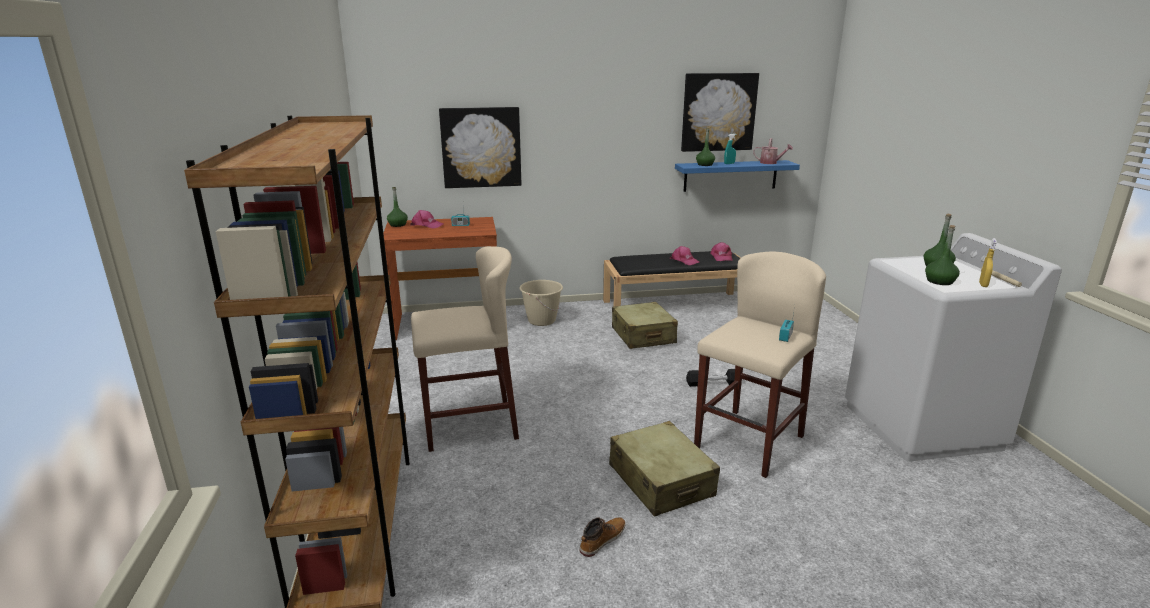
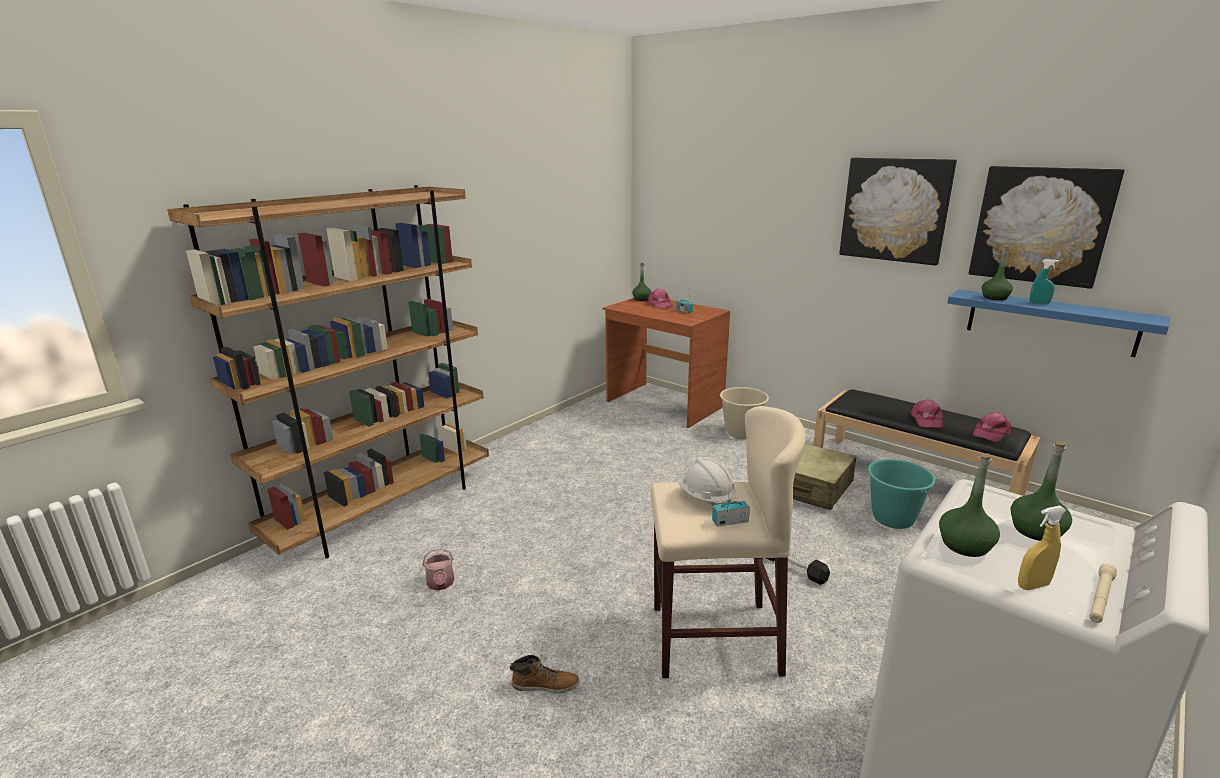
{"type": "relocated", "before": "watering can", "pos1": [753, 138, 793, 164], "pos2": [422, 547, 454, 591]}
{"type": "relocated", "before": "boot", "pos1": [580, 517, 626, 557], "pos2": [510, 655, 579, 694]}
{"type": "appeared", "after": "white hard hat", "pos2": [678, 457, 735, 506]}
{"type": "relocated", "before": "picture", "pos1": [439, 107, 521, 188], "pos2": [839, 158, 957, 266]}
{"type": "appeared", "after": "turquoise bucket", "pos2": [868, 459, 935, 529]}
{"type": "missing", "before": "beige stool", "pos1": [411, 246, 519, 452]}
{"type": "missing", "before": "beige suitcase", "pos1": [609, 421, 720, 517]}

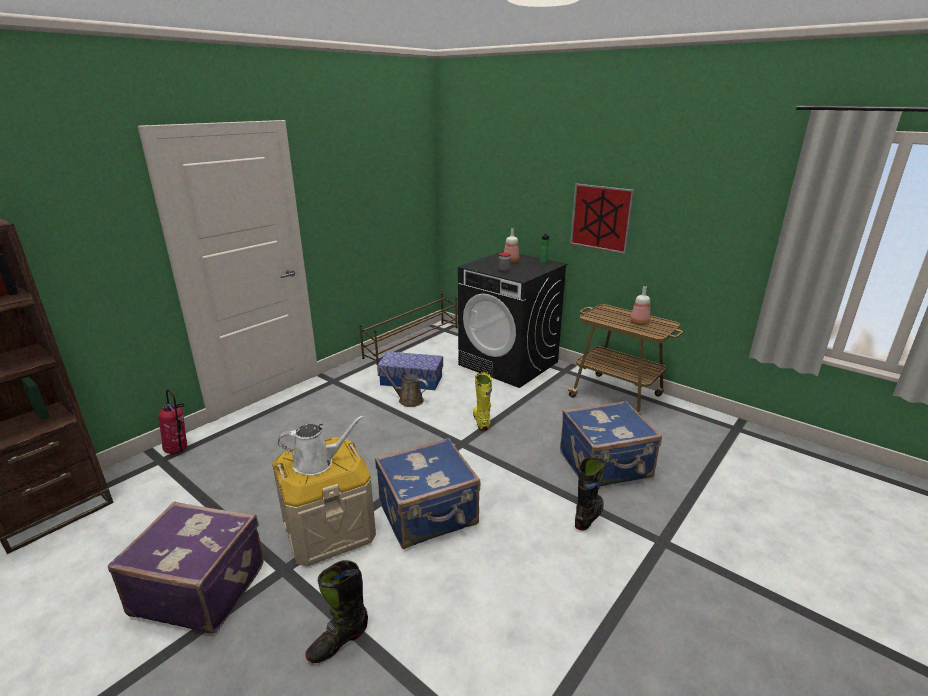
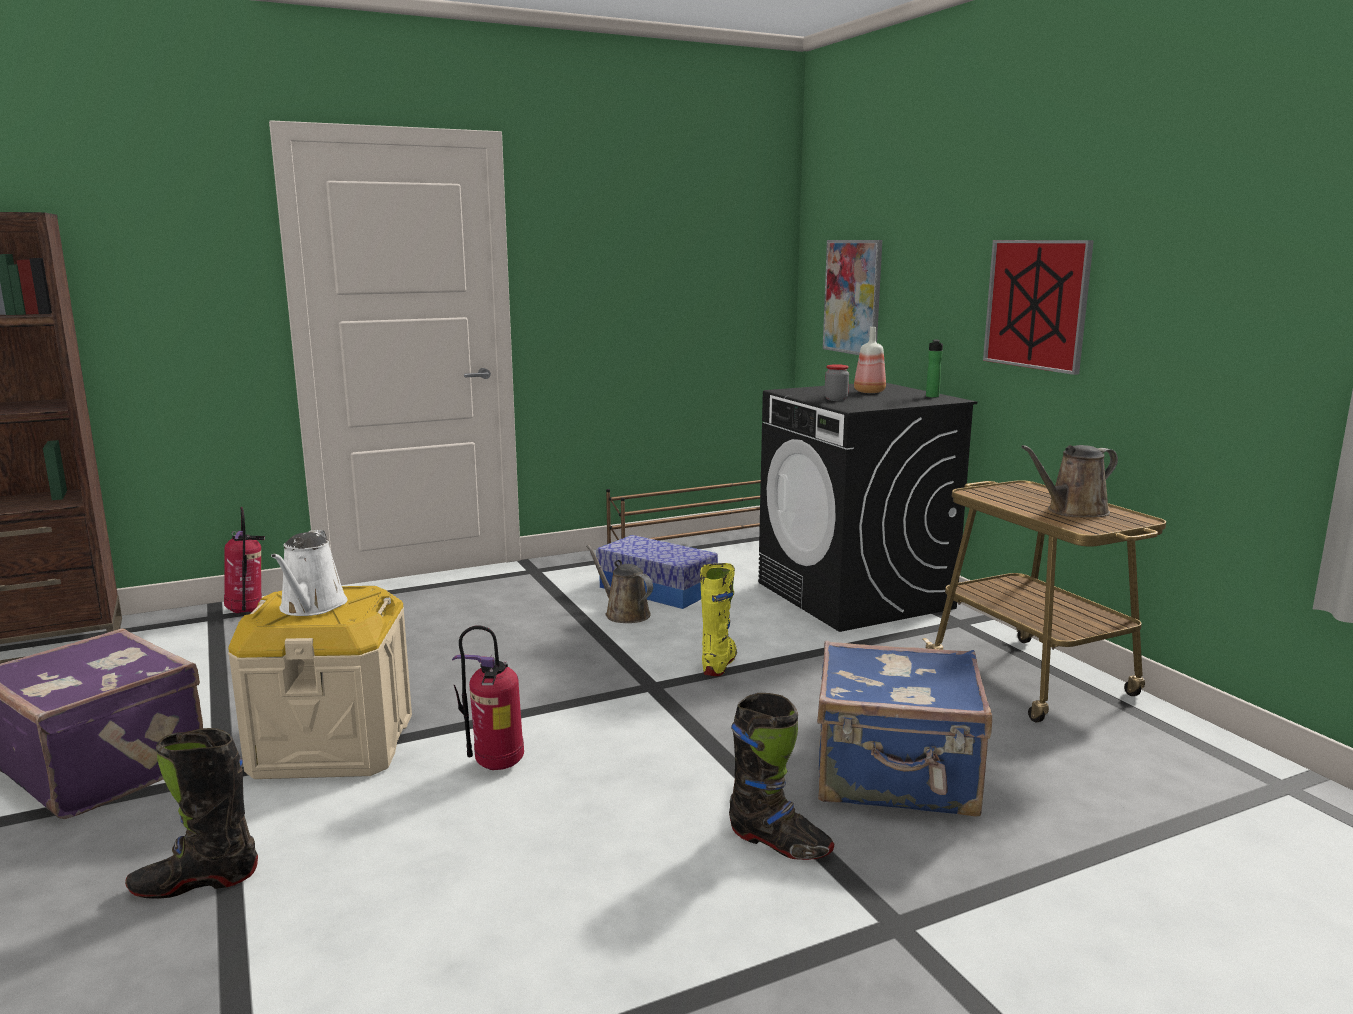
{"type": "spun", "before": "white watering can", "pos1": [278, 415, 364, 475], "pos2": [271, 529, 347, 616], "turn": 75}
{"type": "exchanged", "before": "blue suitcase", "after": "fire extinguisher", "pos1": [375, 438, 480, 549], "pos2": [452, 625, 524, 770]}
{"type": "spun", "before": "black boot", "pos1": [575, 458, 606, 531], "pos2": [729, 693, 834, 860], "turn": 60}
{"type": "appeared", "after": "picture", "pos2": [823, 240, 882, 355]}
{"type": "exchanged", "before": "bottle", "after": "brown watering can", "pos1": [631, 286, 650, 325], "pos2": [1021, 445, 1118, 517]}

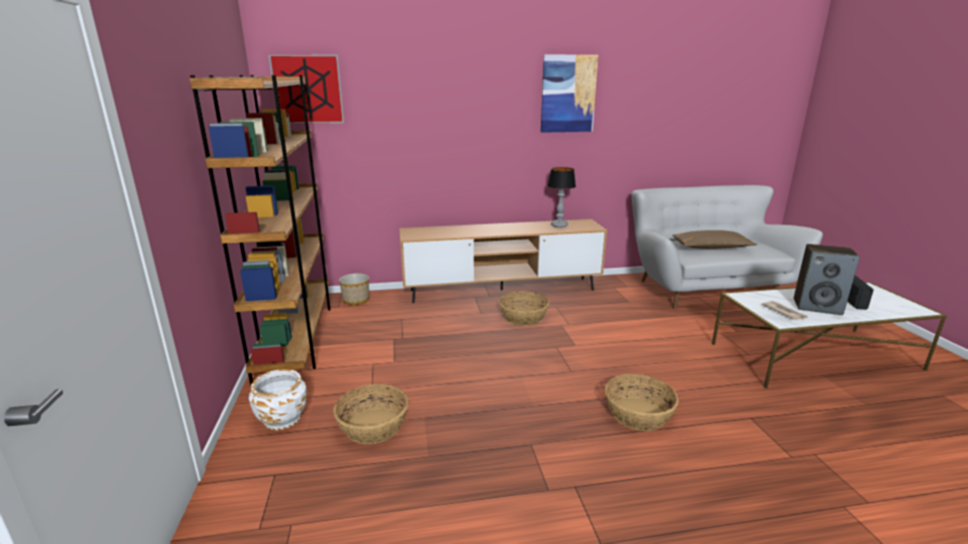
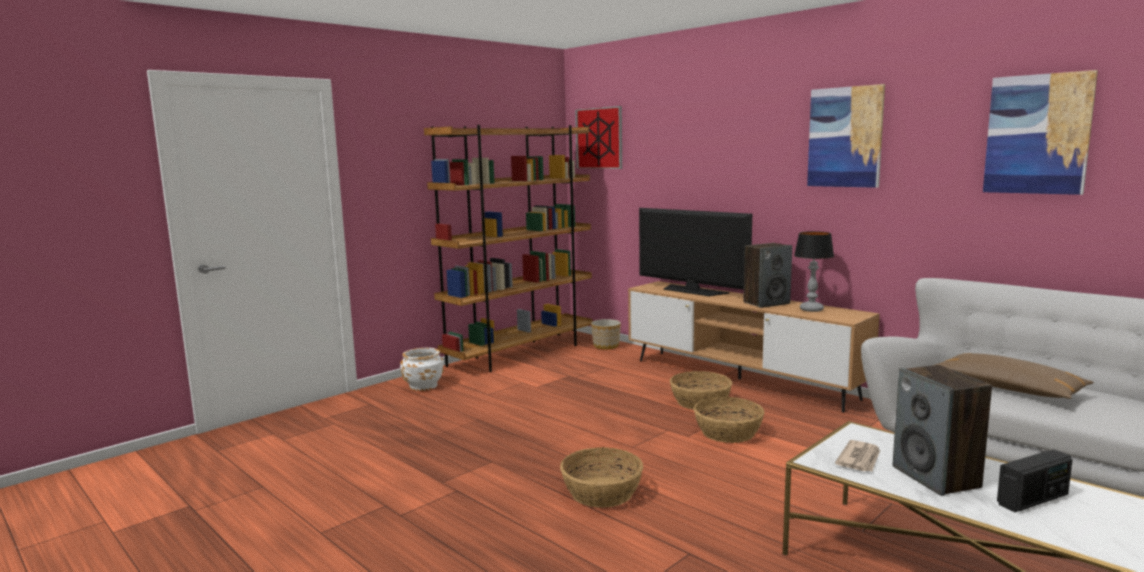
{"type": "appeared", "after": "television", "pos2": [639, 208, 752, 296]}
{"type": "relocated", "before": "basket", "pos1": [333, 384, 409, 444], "pos2": [694, 397, 764, 443]}
{"type": "appeared", "after": "speaker", "pos2": [743, 243, 792, 308]}
{"type": "appeared", "after": "picture", "pos2": [983, 70, 1098, 195]}

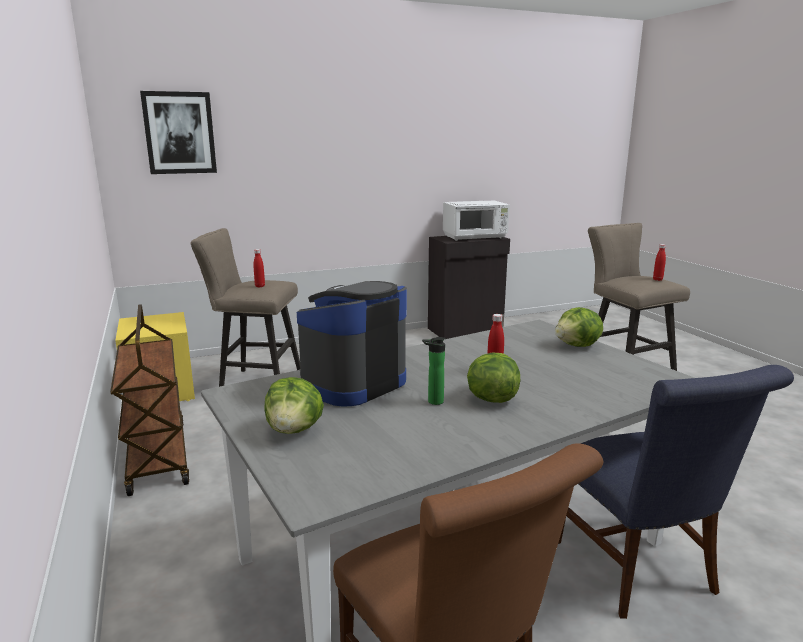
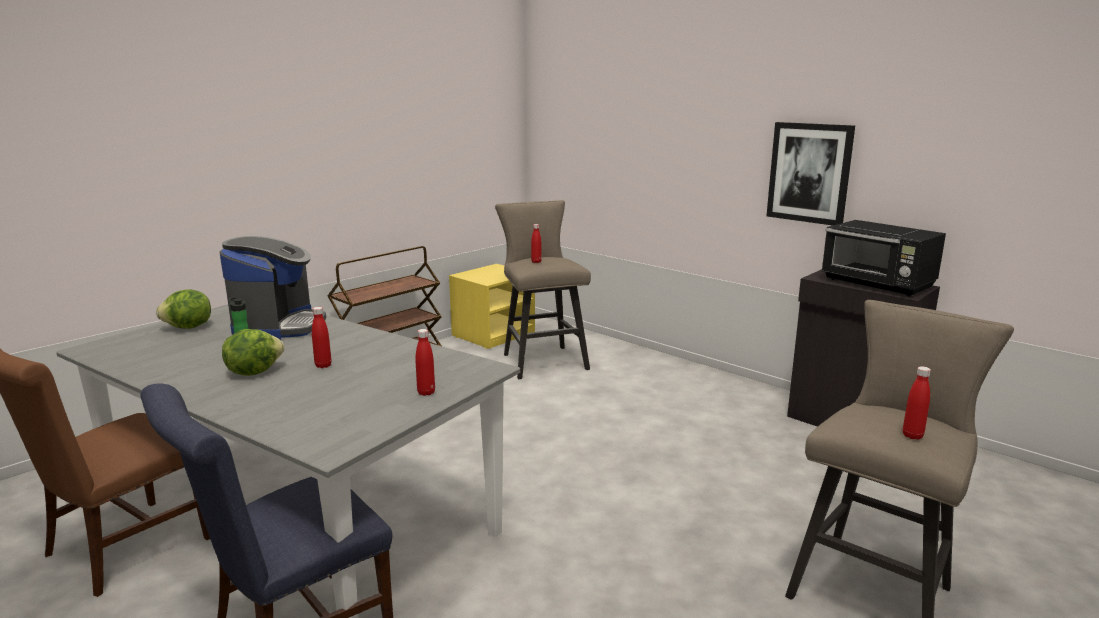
{"type": "spun", "before": "coffee machine", "pos1": [297, 281, 407, 407], "pos2": [220, 236, 326, 340], "turn": 75}
{"type": "exchanged", "before": "lettuce", "after": "red bottle", "pos1": [555, 307, 603, 347], "pos2": [415, 329, 435, 396]}
{"type": "relocated", "before": "picture", "pos1": [140, 91, 217, 174], "pos2": [766, 122, 855, 226]}
{"type": "colour", "before": "white microwave", "after": "black microwave", "pos1": [443, 201, 510, 241], "pos2": [822, 220, 946, 296]}

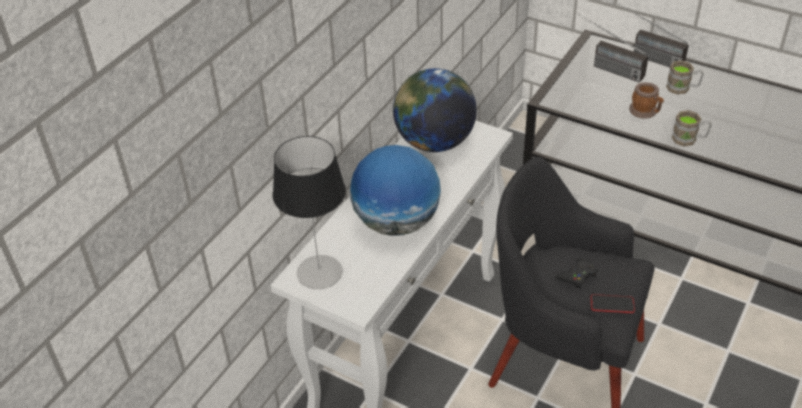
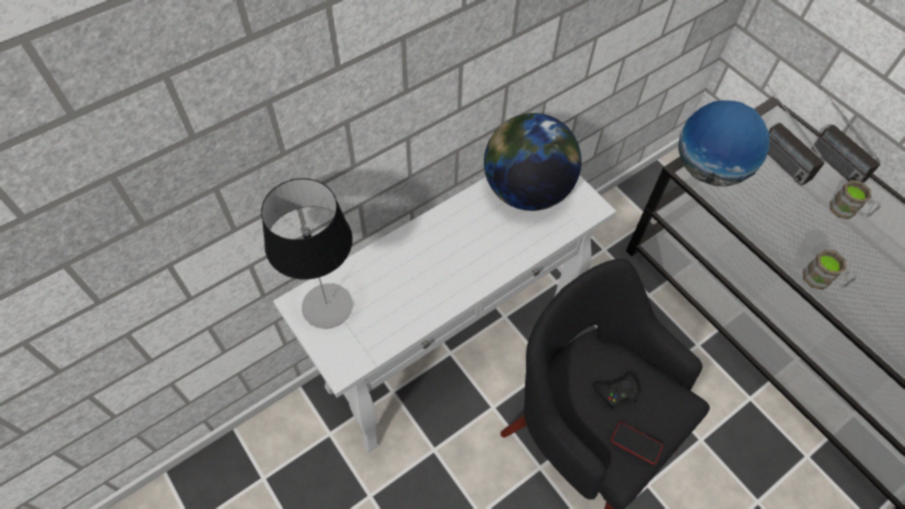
{"type": "relocated", "before": "globe", "pos1": [350, 145, 441, 236], "pos2": [678, 100, 770, 186]}
{"type": "missing", "before": "mug", "pos1": [629, 82, 664, 119]}

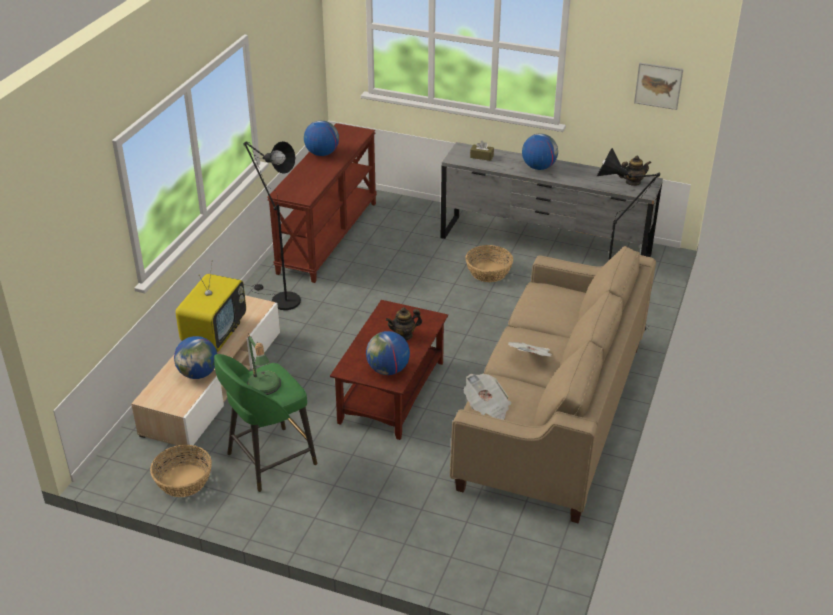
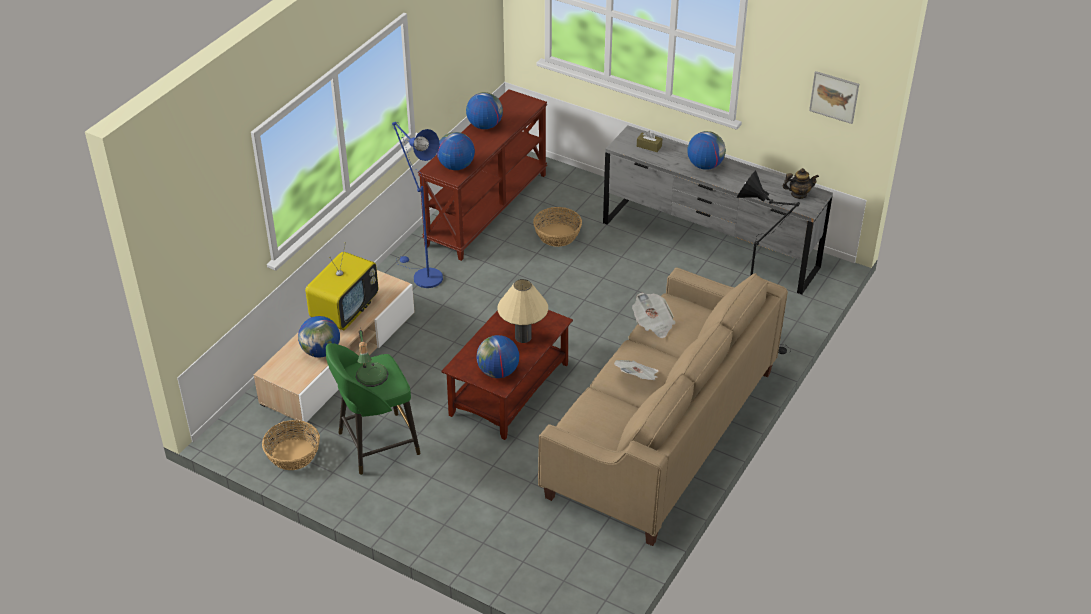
{"type": "colour", "before": "black floor lamp", "after": "blue floor lamp", "pos1": [243, 141, 301, 310], "pos2": [392, 122, 443, 288]}
{"type": "appeared", "after": "globe", "pos2": [437, 132, 475, 170]}
{"type": "exchanged", "before": "teapot", "after": "beige table lamp", "pos1": [386, 307, 422, 341], "pos2": [498, 279, 548, 343]}
{"type": "relocated", "before": "basket", "pos1": [465, 245, 513, 282], "pos2": [533, 207, 582, 247]}
{"type": "relocated", "before": "newspaper", "pos1": [464, 374, 511, 420], "pos2": [632, 292, 676, 338]}

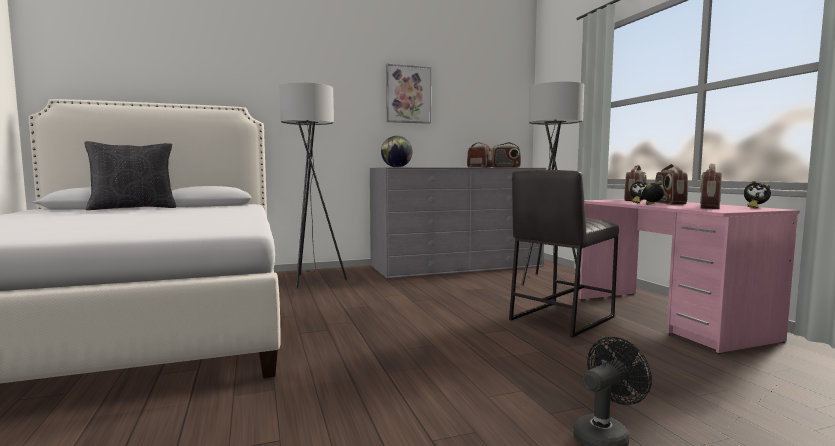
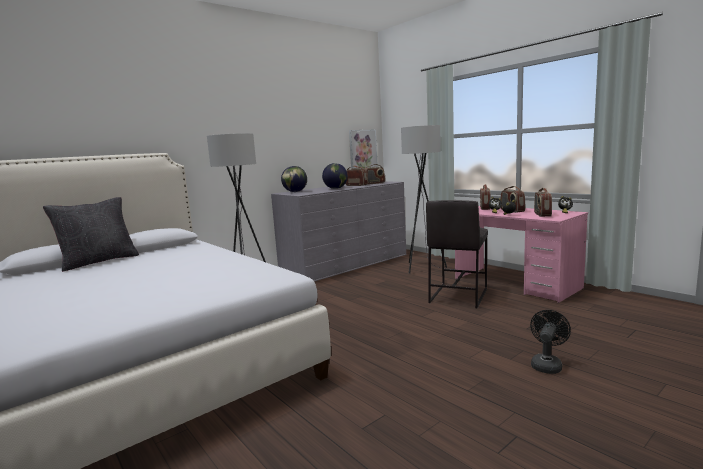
{"type": "appeared", "after": "globe", "pos2": [322, 163, 348, 189]}
{"type": "relocated", "before": "picture", "pos1": [386, 64, 431, 124], "pos2": [349, 130, 378, 169]}

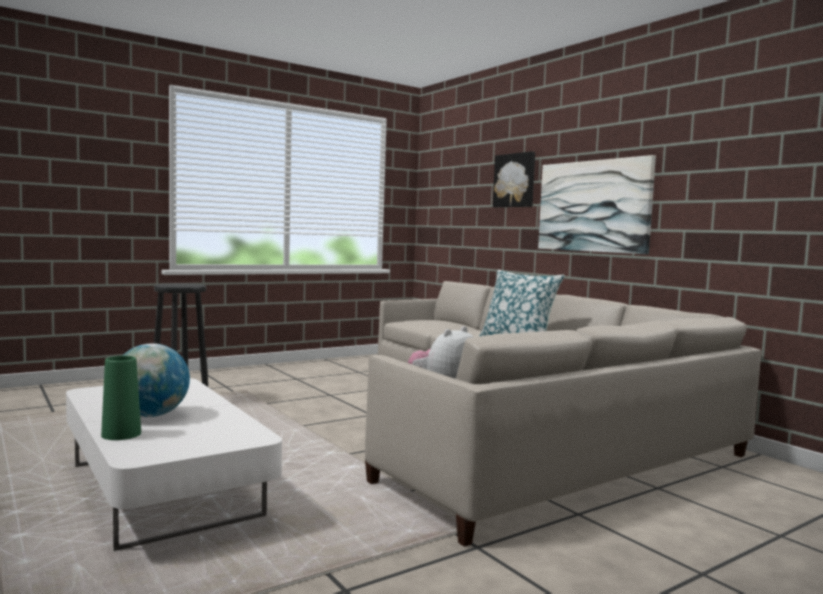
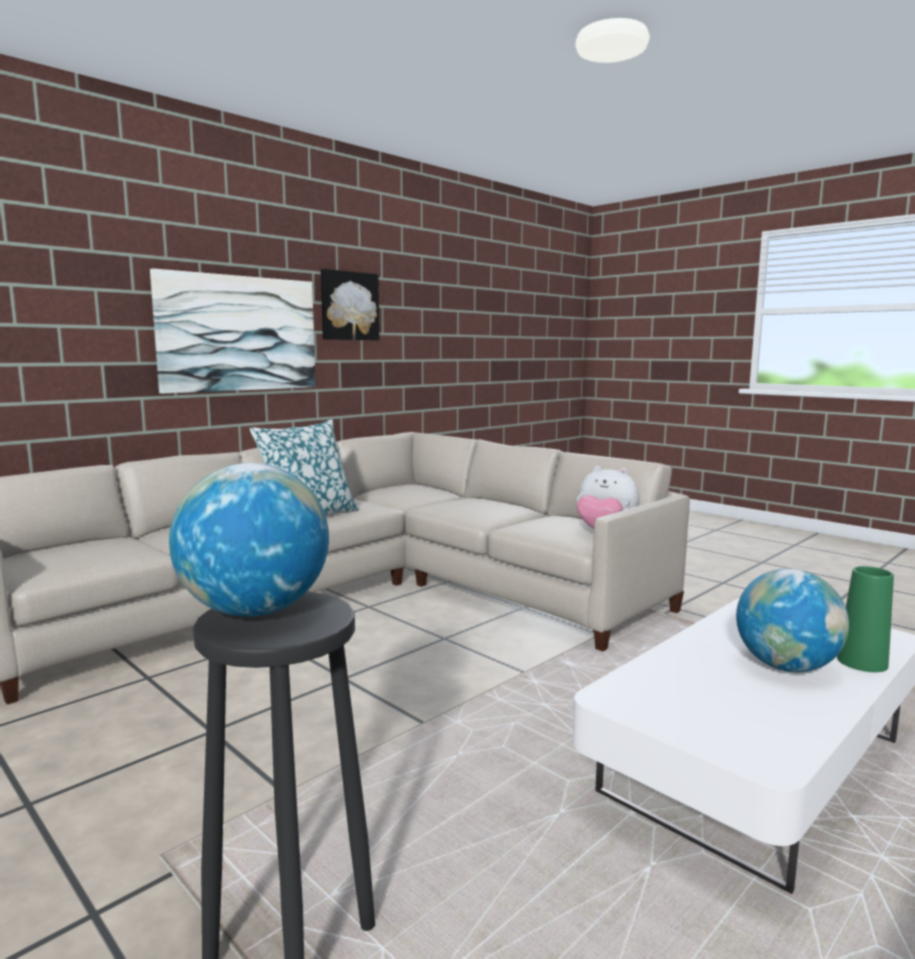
{"type": "appeared", "after": "globe", "pos2": [169, 463, 329, 617]}
{"type": "relocated", "before": "picture", "pos1": [493, 151, 535, 207], "pos2": [321, 269, 379, 340]}

